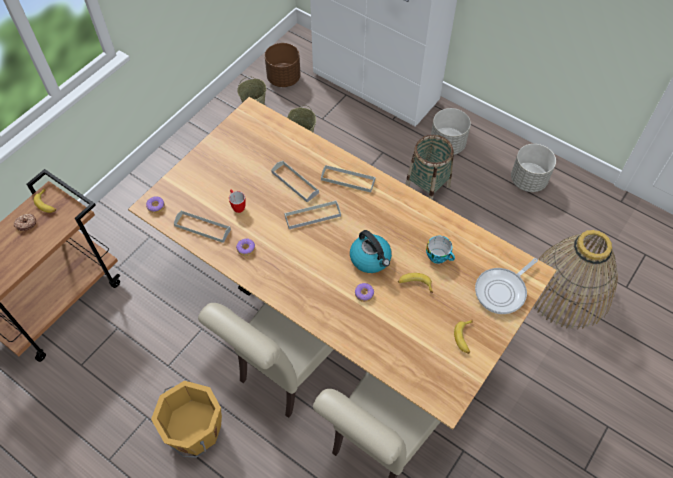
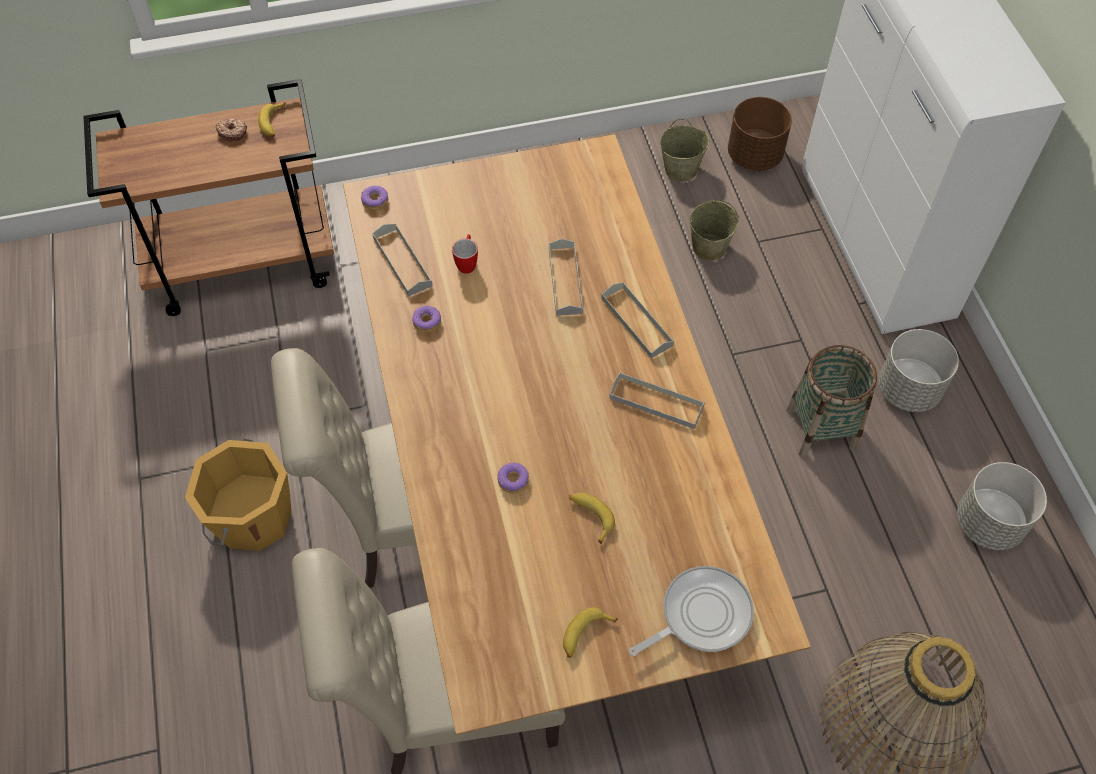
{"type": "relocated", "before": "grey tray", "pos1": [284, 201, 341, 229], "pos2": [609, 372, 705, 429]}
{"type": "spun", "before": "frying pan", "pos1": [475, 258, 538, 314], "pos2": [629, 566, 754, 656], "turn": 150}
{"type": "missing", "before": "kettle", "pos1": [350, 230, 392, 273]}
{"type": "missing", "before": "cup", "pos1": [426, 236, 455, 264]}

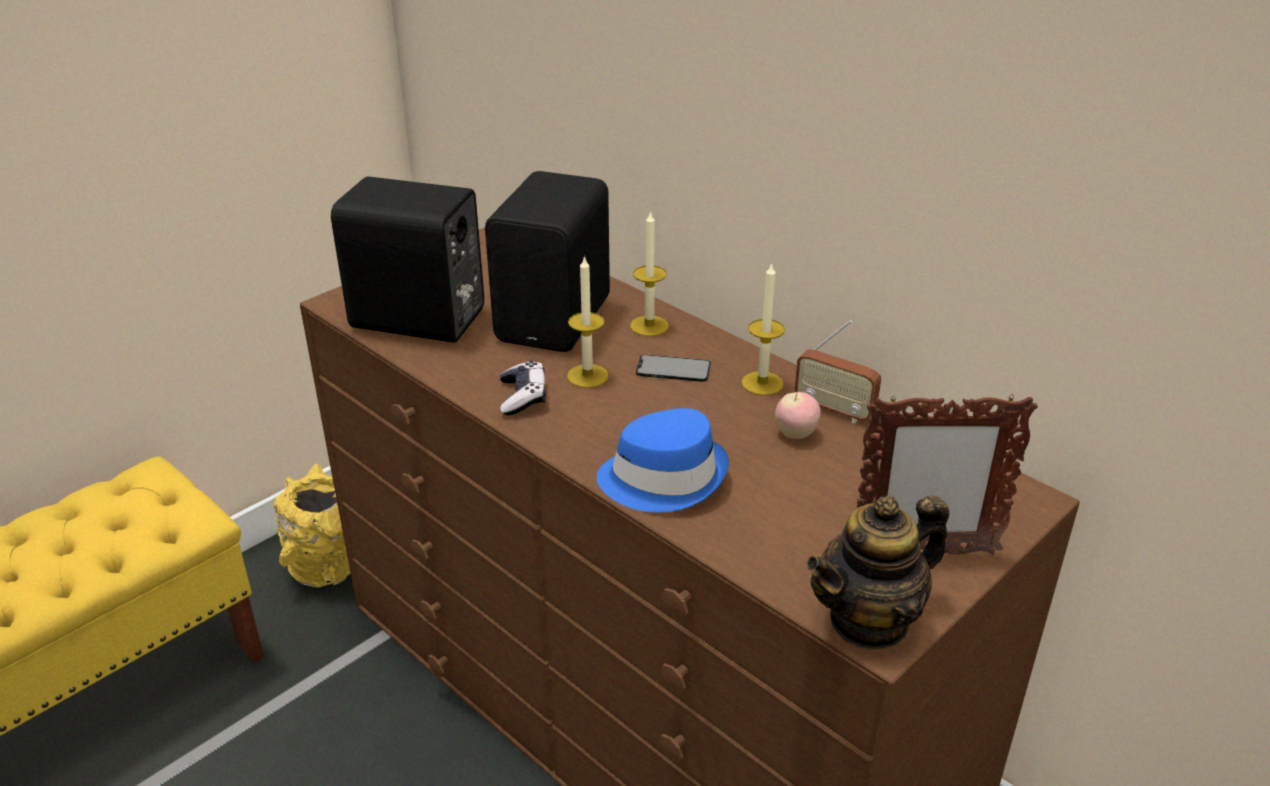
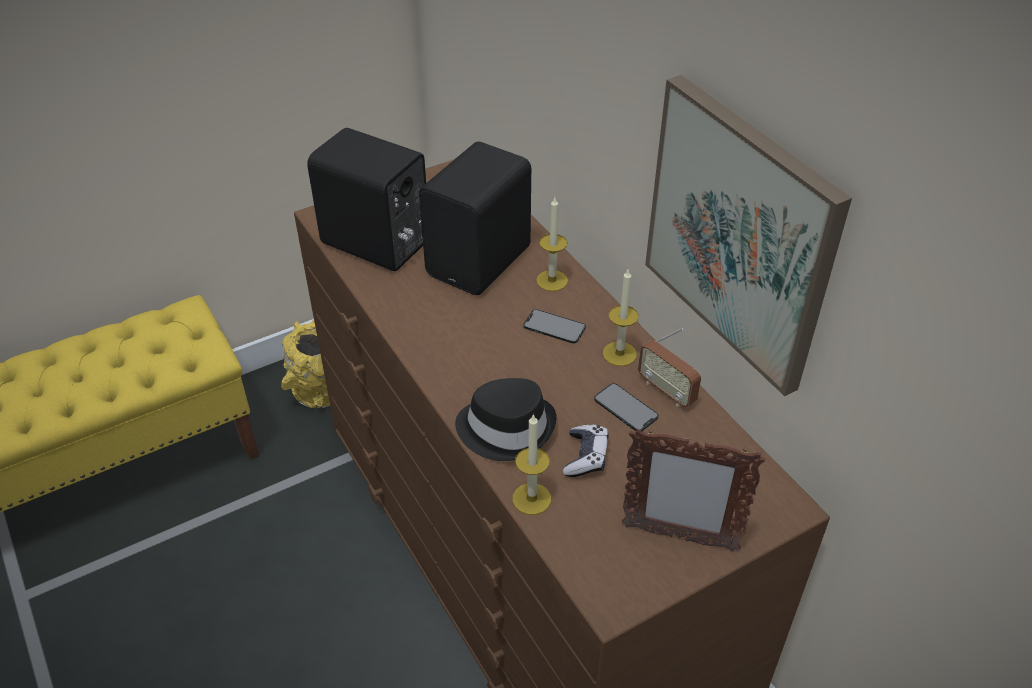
{"type": "colour", "before": "blue hat", "after": "black hat", "pos1": [596, 408, 729, 512], "pos2": [455, 378, 557, 461]}
{"type": "relocated", "before": "candle", "pos1": [567, 255, 609, 388], "pos2": [513, 414, 551, 515]}
{"type": "relocated", "before": "game controller", "pos1": [500, 361, 546, 415], "pos2": [563, 425, 609, 477]}
{"type": "exchanged", "before": "apple", "after": "phone", "pos1": [775, 392, 821, 439], "pos2": [594, 383, 658, 431]}
{"type": "appeared", "after": "picture", "pos2": [645, 75, 852, 396]}
{"type": "missing", "before": "teapot", "pos1": [807, 496, 949, 651]}

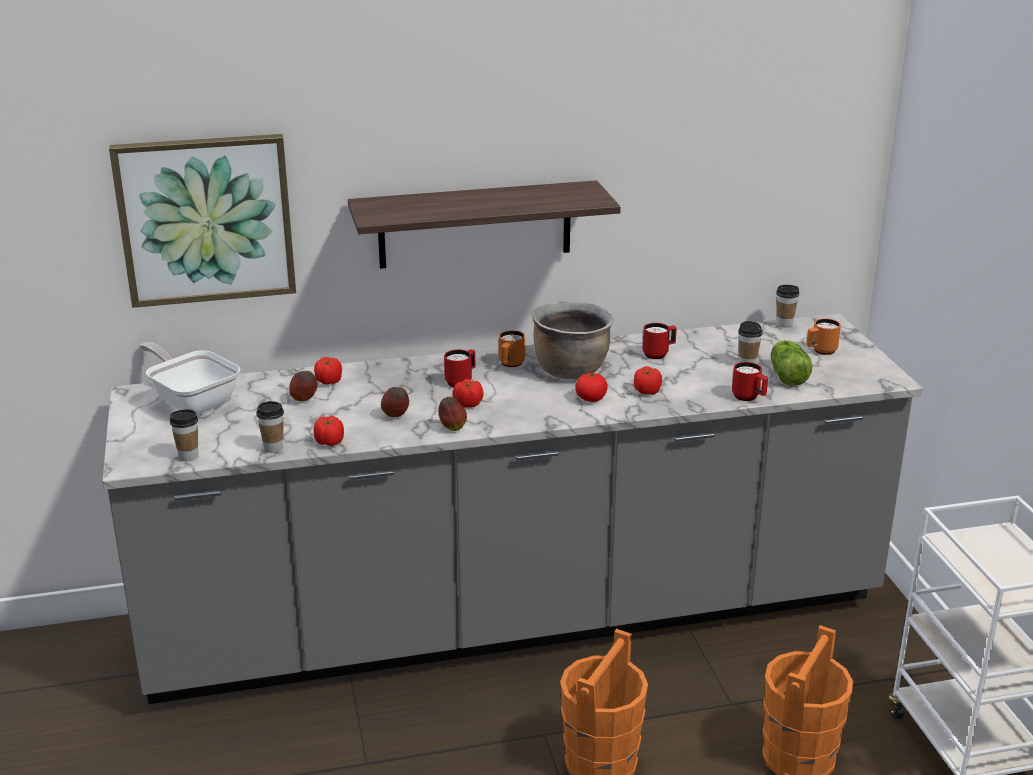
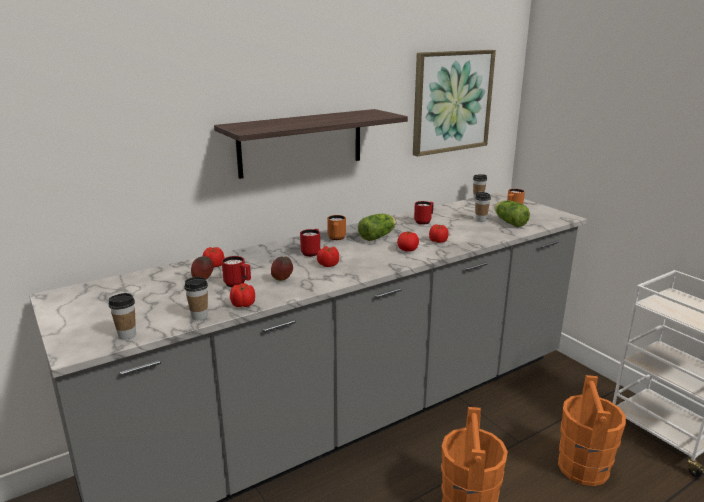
{"type": "relocated", "before": "red mug", "pos1": [732, 362, 768, 401], "pos2": [222, 256, 251, 287]}
{"type": "exchanged", "before": "brown cooking pot", "after": "lettuce", "pos1": [532, 301, 614, 379], "pos2": [358, 214, 396, 241]}
{"type": "relocated", "before": "picture", "pos1": [109, 134, 296, 308], "pos2": [413, 50, 496, 156]}
{"type": "missing", "before": "frying pan", "pos1": [139, 342, 240, 414]}
{"type": "missing", "before": "apple", "pos1": [438, 397, 467, 431]}

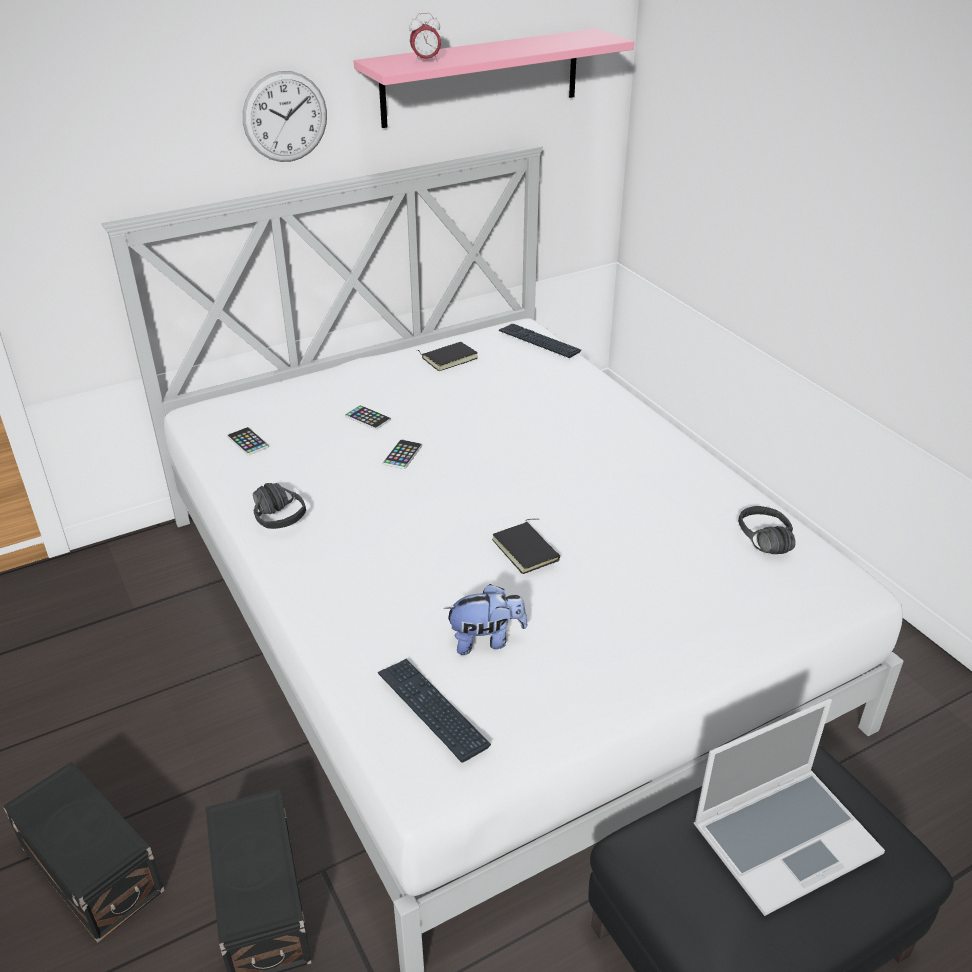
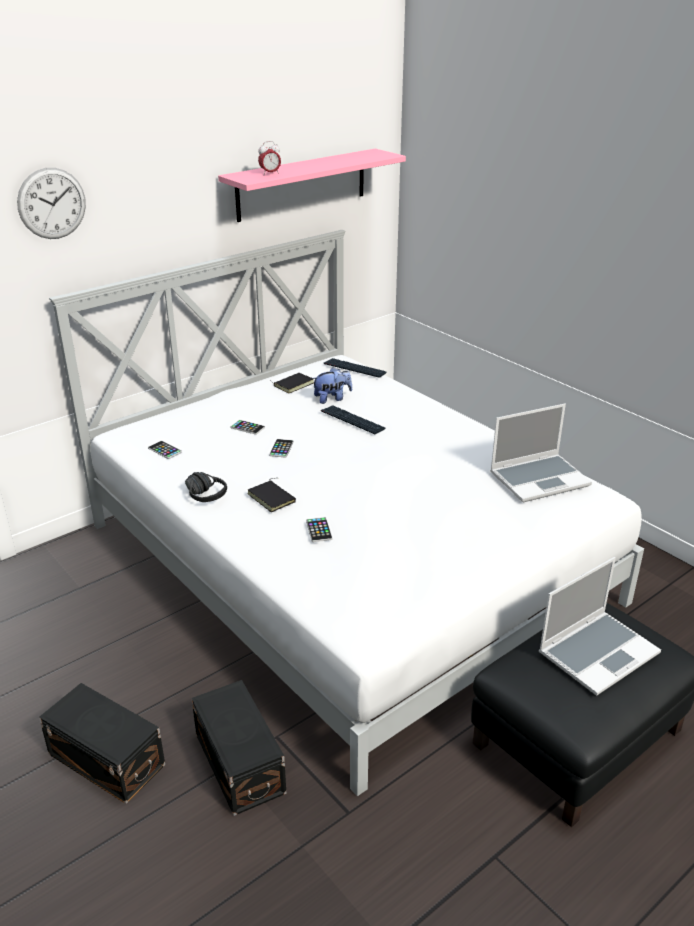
{"type": "relocated", "before": "wall clock", "pos1": [243, 71, 327, 162], "pos2": [17, 168, 86, 239]}
{"type": "relocated", "before": "black book", "pos1": [492, 519, 560, 574], "pos2": [248, 478, 296, 512]}
{"type": "appeared", "after": "phone", "pos2": [306, 517, 332, 542]}
{"type": "relocated", "before": "plush toy", "pos1": [444, 584, 527, 655], "pos2": [312, 367, 352, 404]}
{"type": "relocated", "before": "keyboard", "pos1": [378, 659, 491, 763], "pos2": [321, 406, 385, 434]}
{"type": "exchanged", "before": "black headphones", "after": "laptop", "pos1": [738, 506, 796, 554], "pos2": [490, 404, 592, 502]}

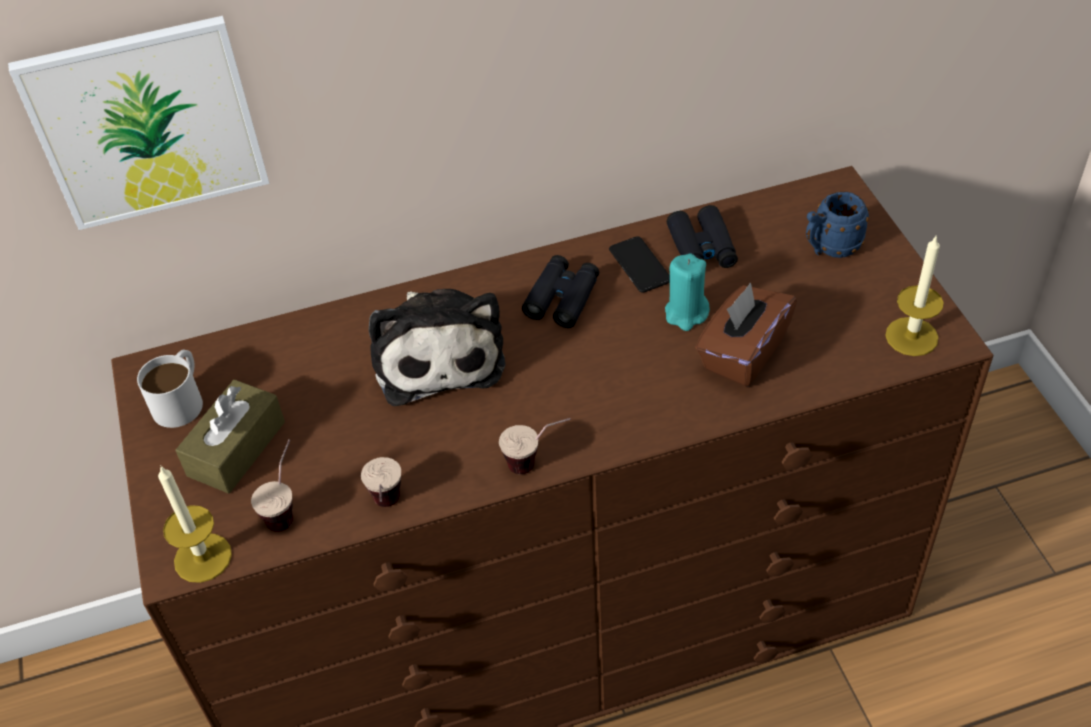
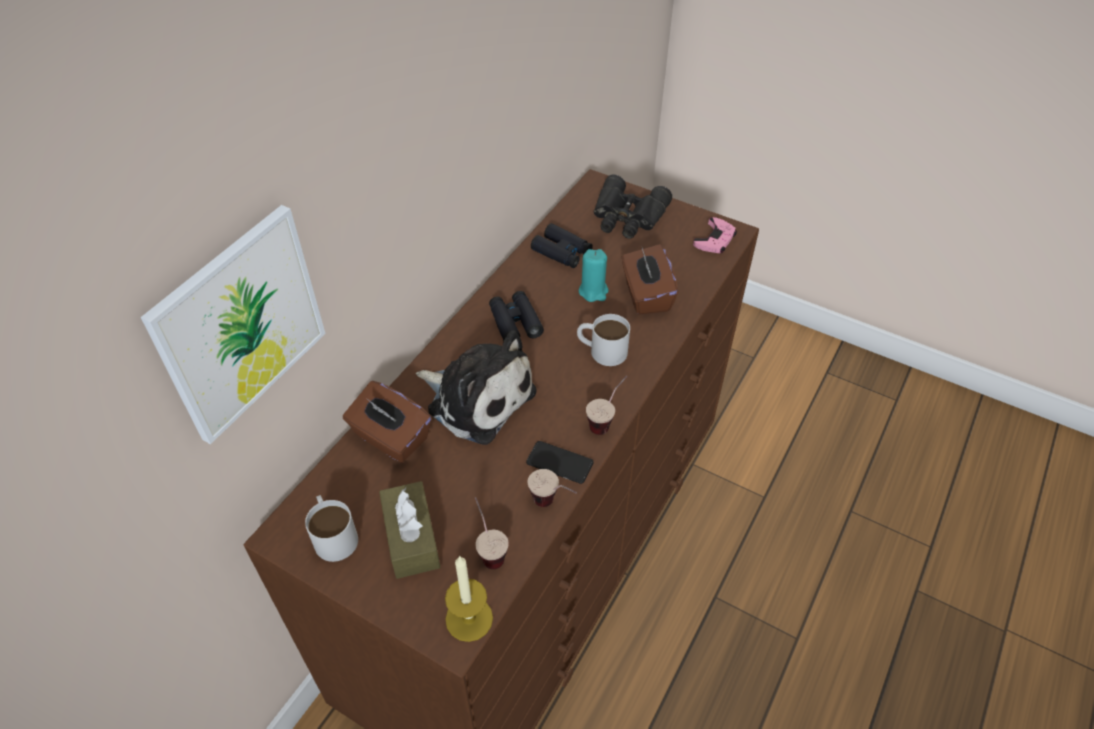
{"type": "appeared", "after": "brown tissue box", "pos2": [343, 381, 432, 463]}
{"type": "relocated", "before": "phone", "pos1": [609, 236, 670, 292], "pos2": [526, 441, 594, 484]}
{"type": "appeared", "after": "white mug", "pos2": [577, 314, 630, 366]}
{"type": "exchanged", "before": "blue mug", "after": "black binoculars", "pos1": [806, 191, 869, 258], "pos2": [594, 174, 672, 239]}
{"type": "exchanged", "before": "candle", "after": "pink game controller", "pos1": [885, 235, 944, 356], "pos2": [693, 217, 737, 253]}

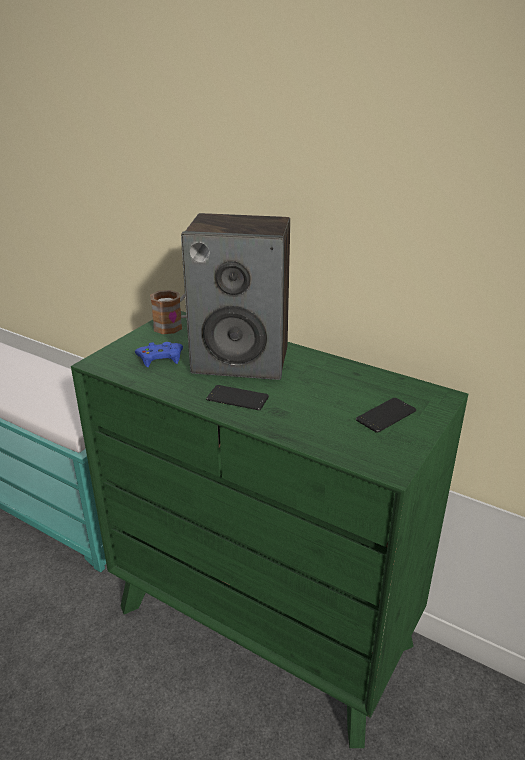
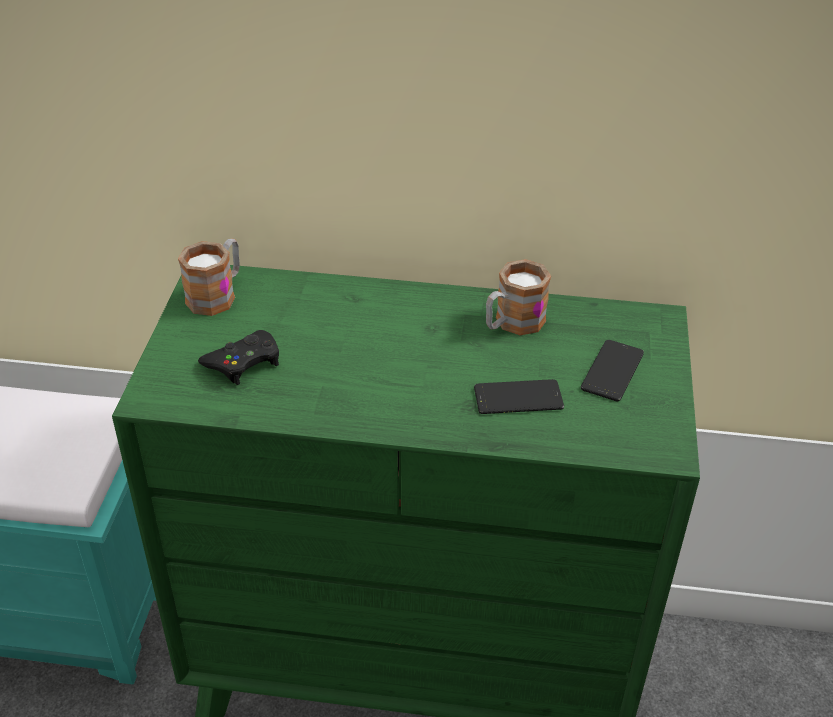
{"type": "colour", "before": "blue game controller", "after": "black game controller", "pos1": [135, 342, 183, 367], "pos2": [198, 330, 279, 385]}
{"type": "relocated", "before": "phone", "pos1": [206, 385, 269, 410], "pos2": [474, 379, 564, 414]}
{"type": "appeared", "after": "mug", "pos2": [486, 259, 551, 335]}
{"type": "missing", "before": "speaker", "pos1": [181, 213, 290, 380]}

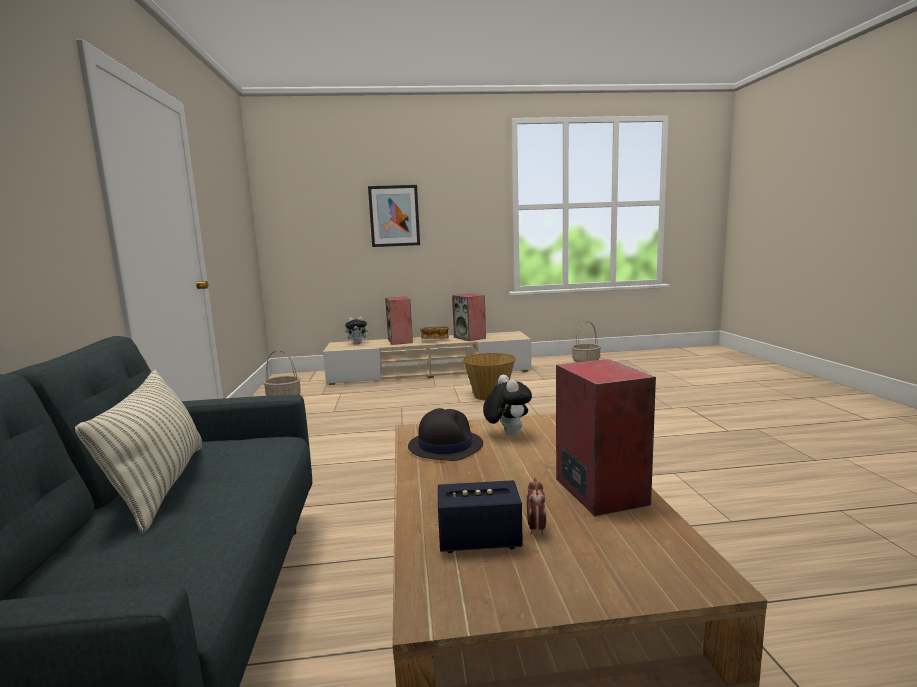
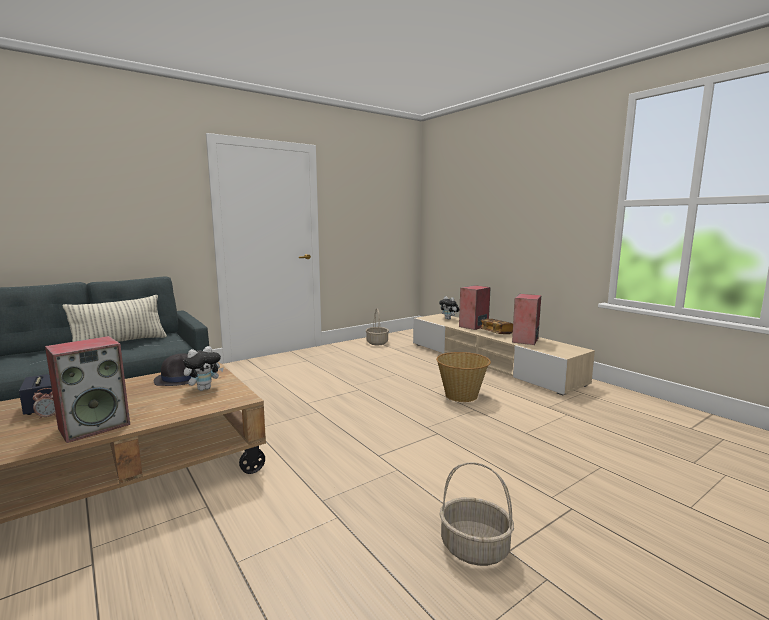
{"type": "relocated", "before": "basket", "pos1": [571, 321, 601, 362], "pos2": [439, 462, 514, 566]}
{"type": "missing", "before": "picture", "pos1": [368, 185, 420, 247]}

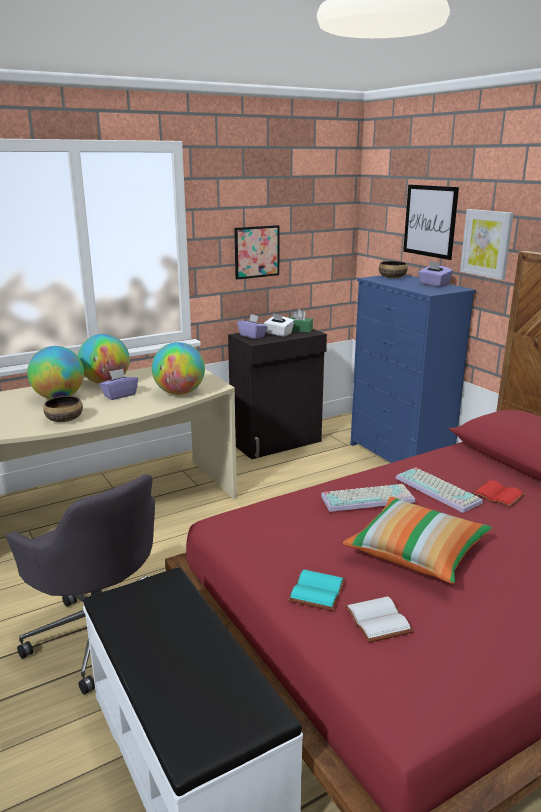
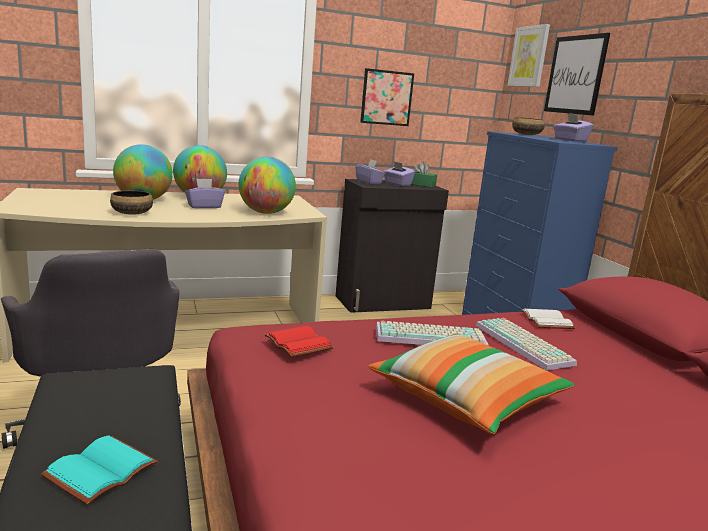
{"type": "relocated", "before": "turquoise book", "pos1": [288, 569, 346, 611], "pos2": [41, 435, 158, 505]}
{"type": "relocated", "before": "red book", "pos1": [471, 480, 525, 508], "pos2": [265, 326, 334, 357]}
{"type": "colour", "before": "white tissue box", "after": "purple tissue box", "pos1": [264, 313, 294, 336], "pos2": [383, 161, 415, 186]}
{"type": "relocated", "before": "picture", "pos1": [460, 209, 514, 280], "pos2": [507, 24, 550, 87]}
{"type": "relocated", "before": "white book", "pos1": [345, 596, 414, 643], "pos2": [521, 309, 575, 329]}

